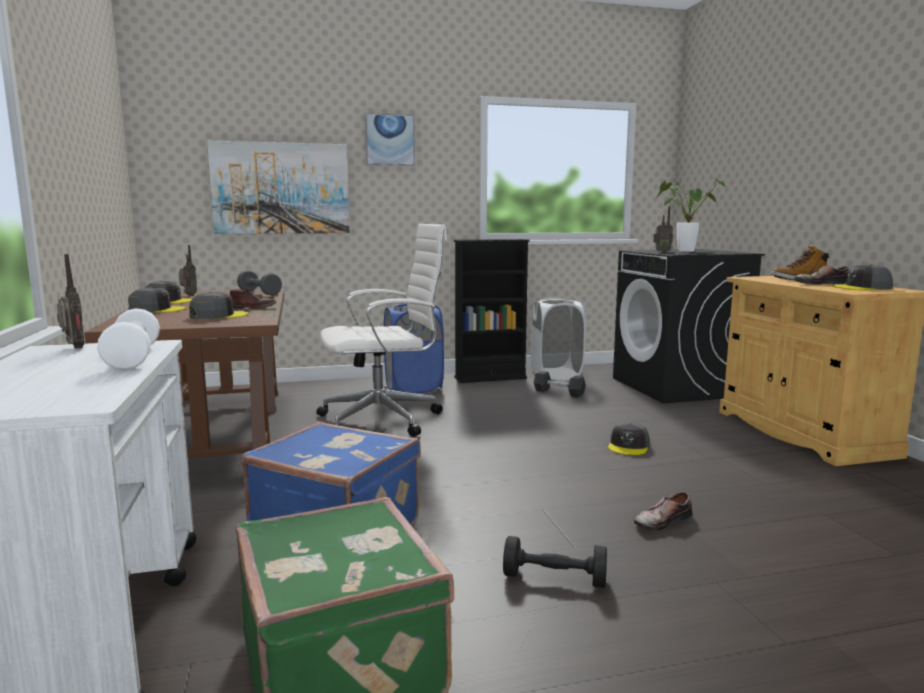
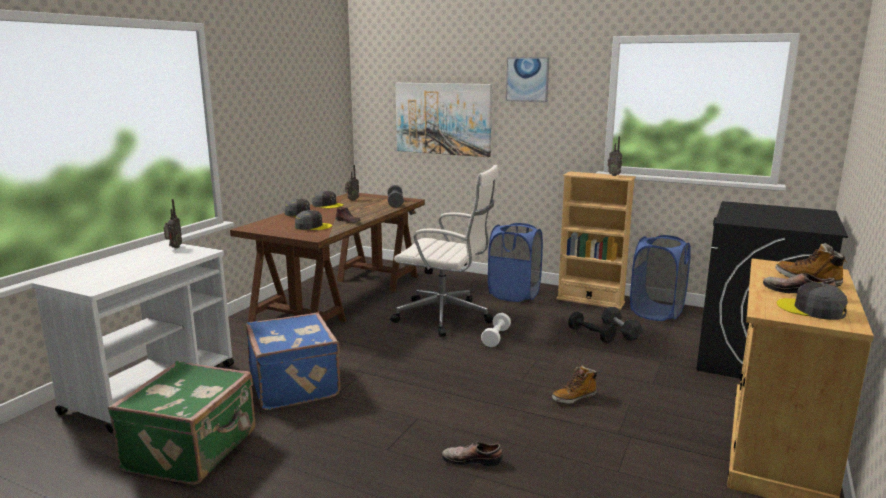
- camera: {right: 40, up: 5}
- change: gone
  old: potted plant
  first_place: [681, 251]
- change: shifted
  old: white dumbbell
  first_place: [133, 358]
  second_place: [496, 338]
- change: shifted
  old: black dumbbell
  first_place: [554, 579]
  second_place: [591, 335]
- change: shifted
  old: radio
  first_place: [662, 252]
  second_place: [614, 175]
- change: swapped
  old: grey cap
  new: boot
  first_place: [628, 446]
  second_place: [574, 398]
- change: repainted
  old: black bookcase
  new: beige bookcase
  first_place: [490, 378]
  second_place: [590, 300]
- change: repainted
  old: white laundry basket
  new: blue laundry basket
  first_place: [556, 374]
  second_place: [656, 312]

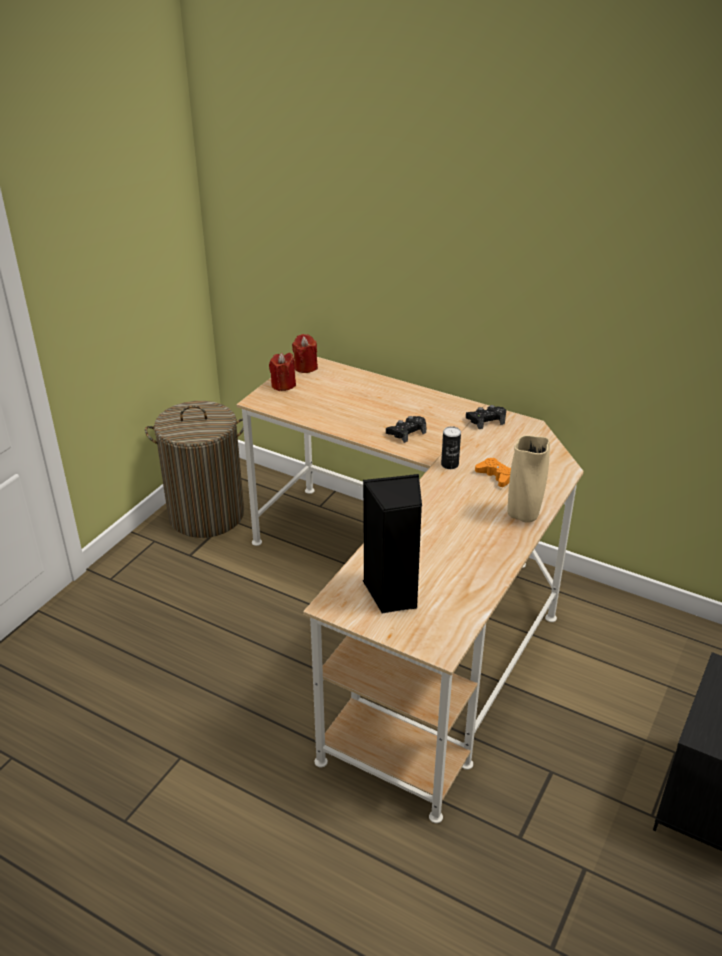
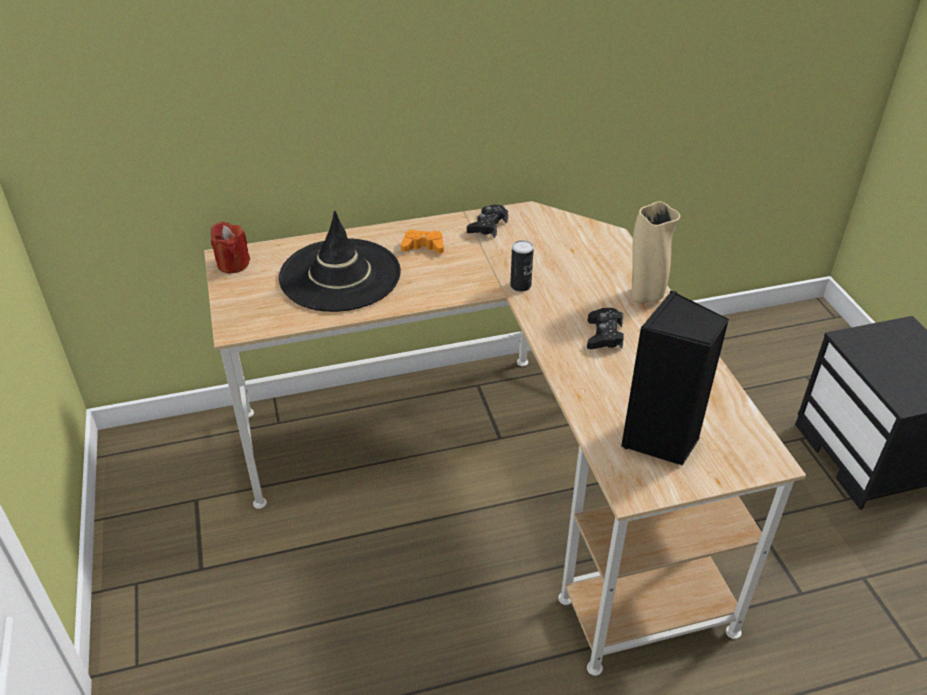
- camera: {right: -45, up: 5}
- change: gone
  old: laundry basket
  first_place: [206, 514]
- change: gone
  old: red candle
  first_place: [283, 385]
- change: new
  new: black hat
  second_place: [340, 275]
- change: shifted
  old: black game controller
  first_place: [406, 432]
  second_place: [604, 335]
- change: shifted
  old: orange game controller
  first_place: [495, 476]
  second_place: [423, 247]

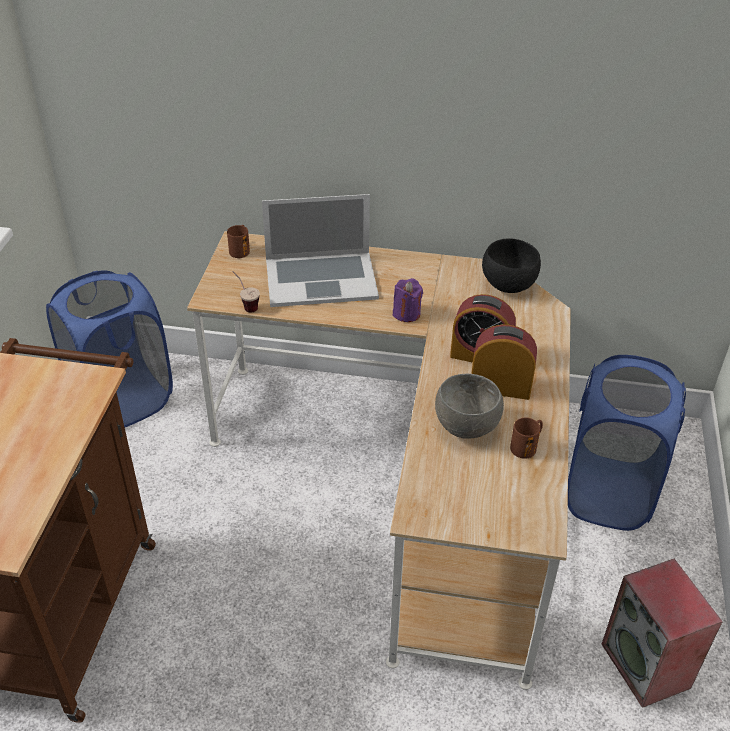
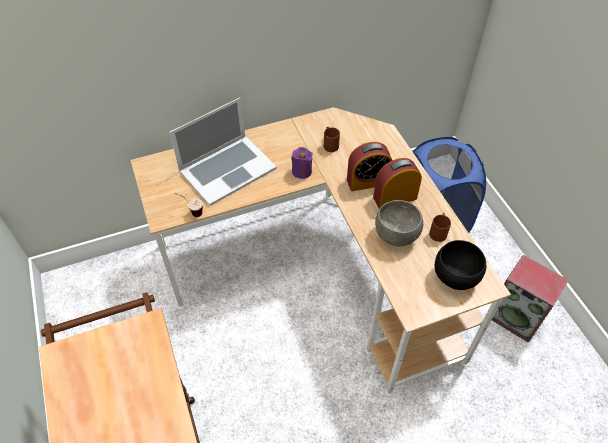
- camera: {right: -30, up: 10}
- change: gone
  old: blue laundry basket
  first_place: [122, 400]
- change: shifted
  old: brown mug
  first_place: [240, 249]
  second_place: [329, 144]
- change: shifted
  old: black bowl
  first_place: [508, 286]
  second_place: [456, 278]

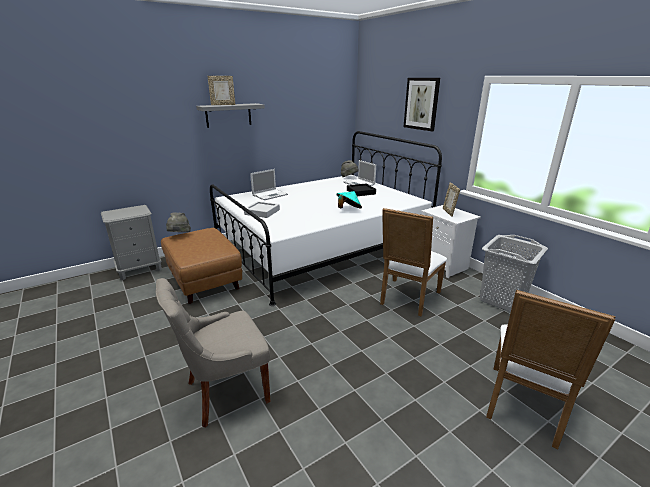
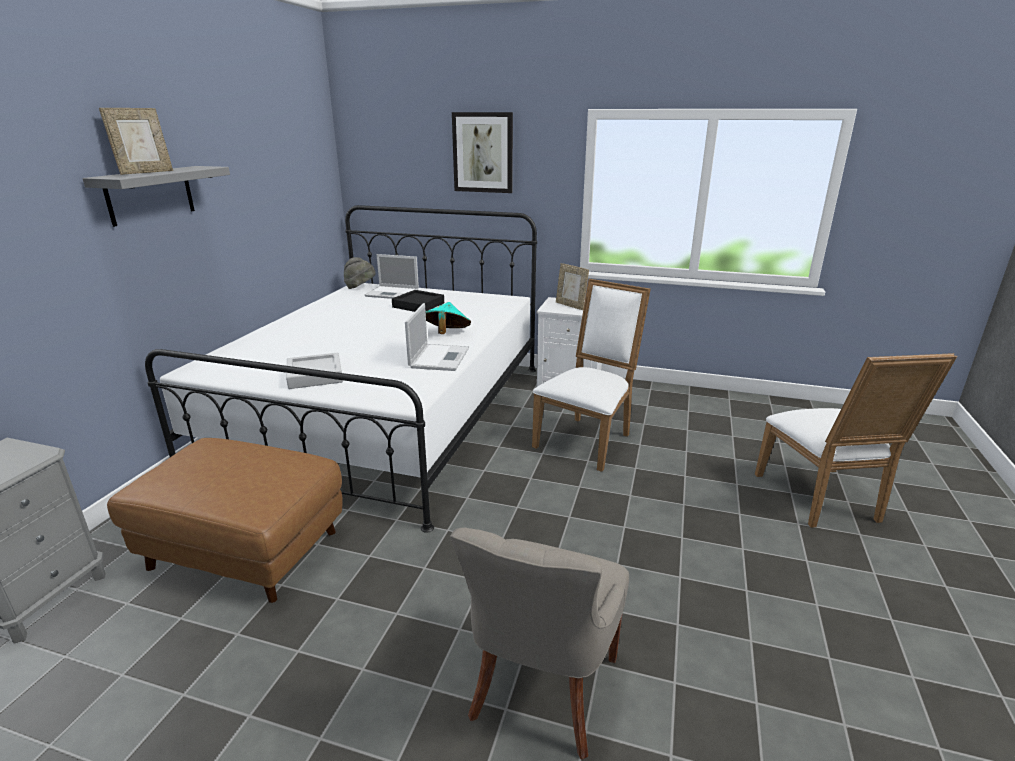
- camera: {right: -40, up: 0}
- change: gone
  old: grey hat
  first_place: [179, 235]
- change: gone
  old: grey laundry basket
  first_place: [503, 300]
- change: shifted
  old: laptop
  first_place: [270, 194]
  second_place: [439, 357]
- change: rotated
  old: white chair
  first_place: [407, 299]
  second_place: [587, 439]
  degrees: -135

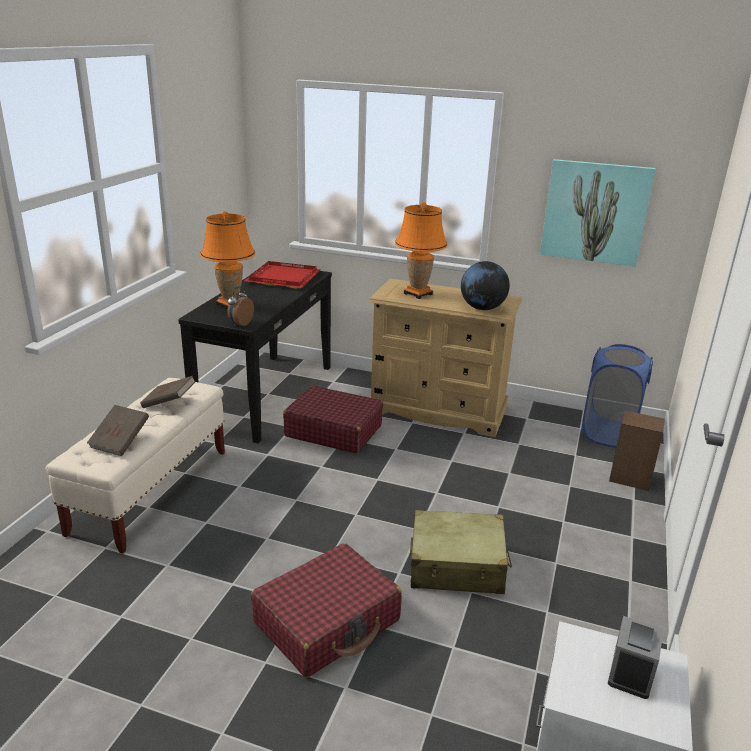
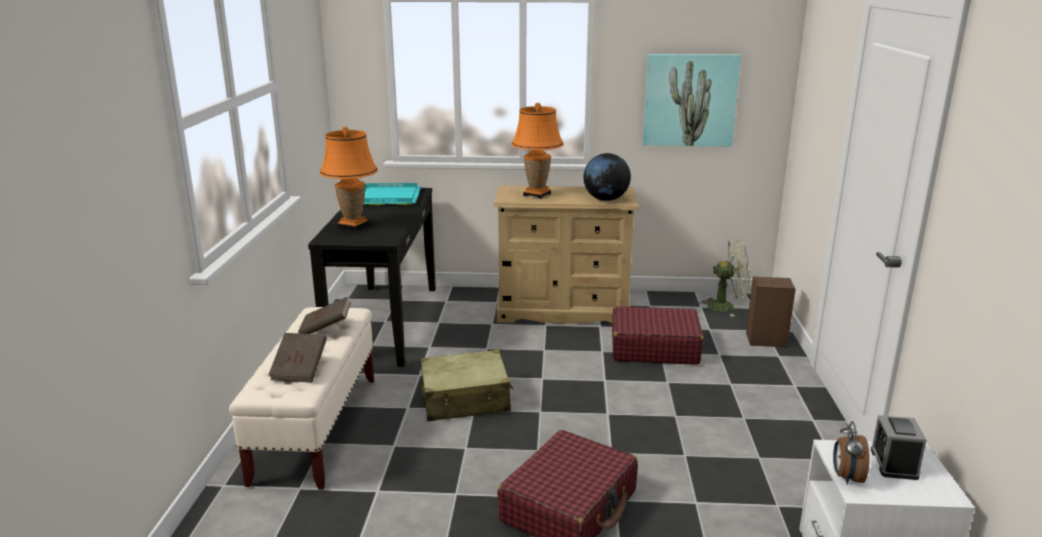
- camera: {right: -15, up: -5}
- change: shifted
  old: alarm clock
  first_place: [240, 323]
  second_place: [846, 477]
- change: shifted
  old: red suitcase
  first_place: [333, 431]
  second_place: [654, 348]
- change: shifted
  old: beige suitcase
  first_place: [457, 566]
  second_place: [465, 399]
- change: swapped
  old: blue laundry basket
  new: green fan
  first_place: [608, 433]
  second_place: [727, 307]
- change: repainted
  old: red tray
  new: turquoise tray
  first_place: [282, 277]
  second_place: [386, 197]

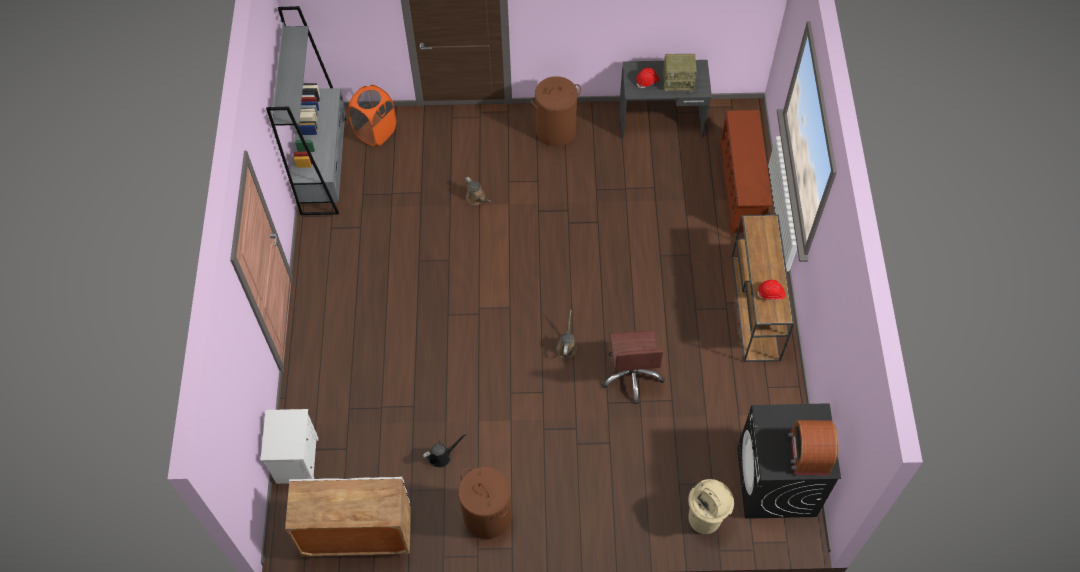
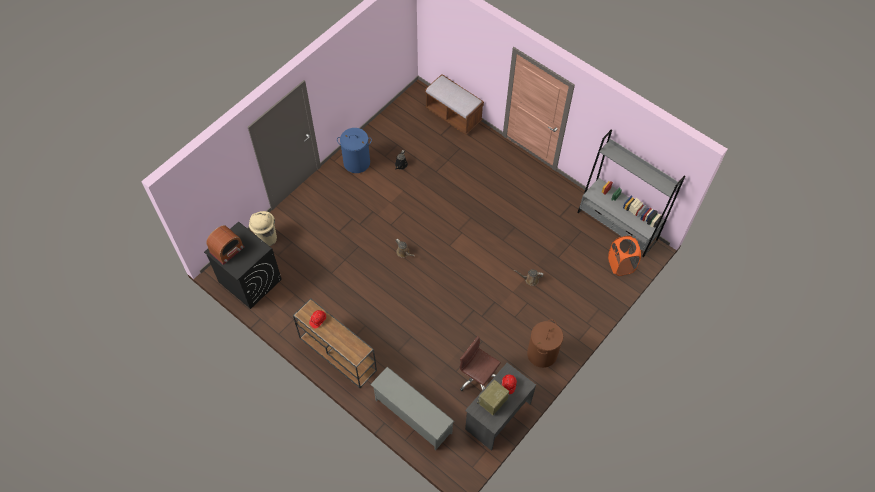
- camera: {right: 130, up: 0}
- change: gone
  old: white cabinet
  first_place: [357, 535]
- change: shifted
  old: brown office chair
  first_place: [632, 375]
  second_place: [477, 378]
- change: swapped
  old: white nightstand
  new: brown bench
  first_place: [296, 460]
  second_place: [453, 115]
- change: repainted
  old: brown laundry basket
  new: blue laundry basket
  first_place: [487, 516]
  second_place: [357, 162]
- change: repainted
  old: brown shoe rack
  new: grey shoe rack
  first_place: [741, 188]
  second_place: [412, 416]
- change: rotated
  old: radio
  first_place: [809, 453]
  second_place: [227, 250]
  degrees: 90

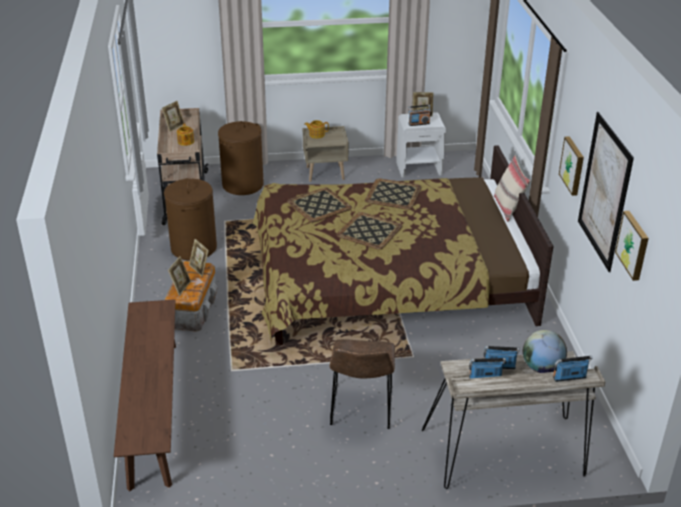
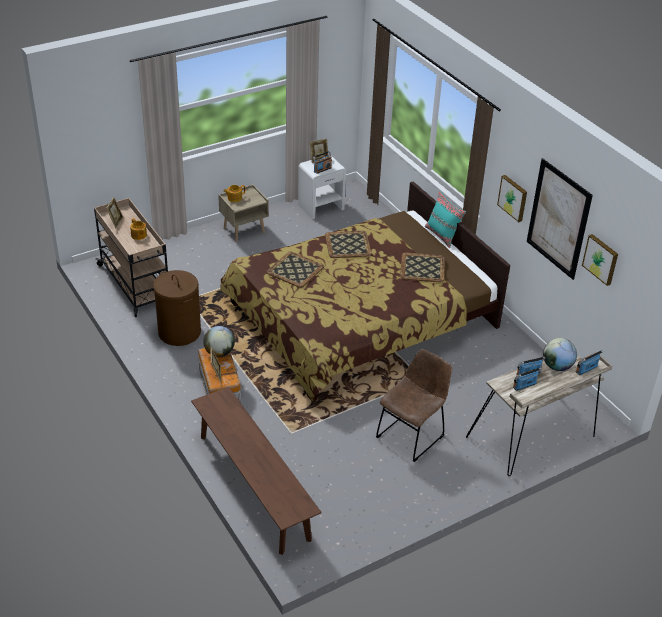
- camera: {right: -25, up: 5}
- change: gone
  old: brown laundry basket
  first_place: [243, 185]
- change: shifted
  old: tray
  first_place: [369, 231]
  second_place: [423, 268]
- change: swapped
  old: picture frame
  new: globe
  first_place: [199, 269]
  second_place: [219, 353]
- change: repainted
  old: beige pillow
  new: turquoise pillow
  first_place: [508, 208]
  second_place: [442, 235]
- change: rotated
  old: brown chair
  first_place: [361, 410]
  second_place: [412, 435]
  degrees: -120

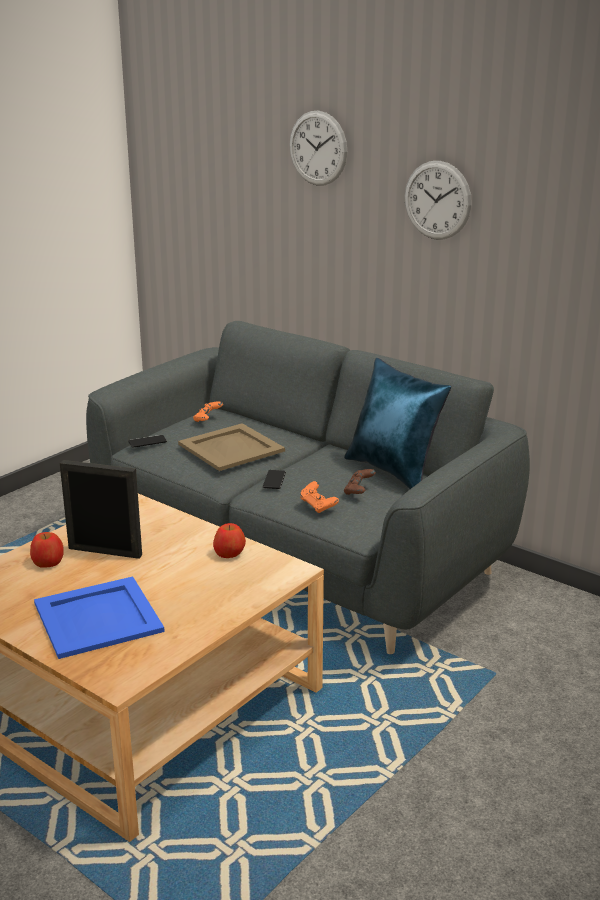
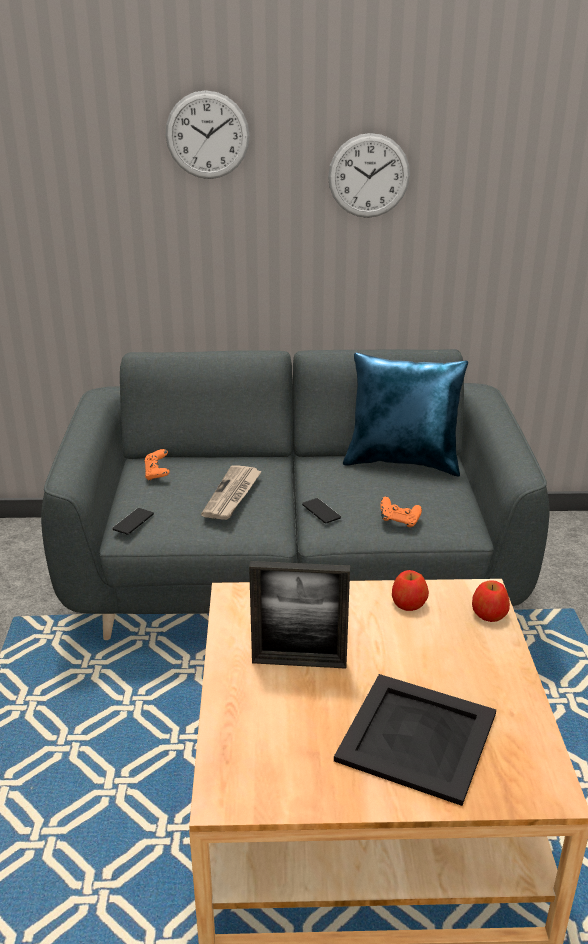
- camera: {right: -40, up: 5}
- change: gone
  old: brown game controller
  first_place: [359, 491]
- change: shifted
  old: apple
  first_place: [48, 562]
  second_place: [489, 613]
- change: swapped
  old: beige tray
  new: newspaper
  first_place: [231, 448]
  second_place: [232, 495]
- change: repainted
  old: blue tray
  new: black tray
  first_place: [97, 618]
  second_place: [417, 738]
- change: rotated
  old: picture frame
  first_place: [105, 551]
  second_place: [299, 662]
  degrees: -150

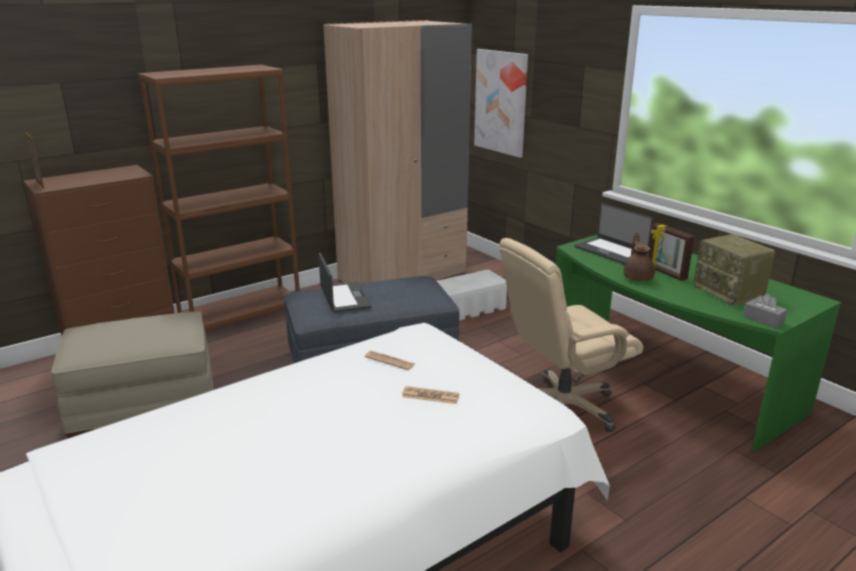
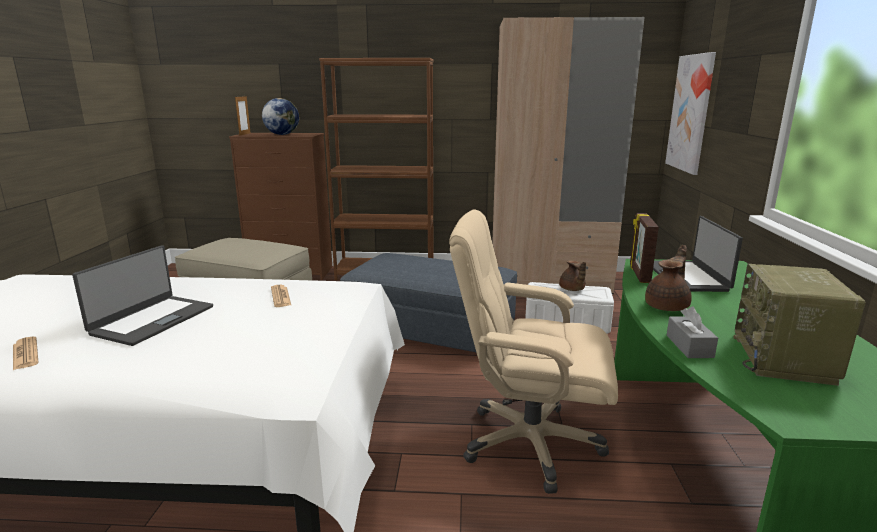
- camera: {right: 40, up: -5}
- change: new
  new: globe
  second_place: [282, 134]
- change: new
  new: brown teapot
  second_place: [572, 289]
- change: shifted
  old: laptop
  first_place: [344, 298]
  second_place: [152, 320]
- change: shifted
  old: newspaper
  first_place: [430, 396]
  second_place: [25, 354]
- change: shifted
  old: picture frame
  first_place: [665, 273]
  second_place: [638, 274]
- change: shifted
  old: grey tissue box
  first_place: [763, 319]
  second_place: [689, 346]

